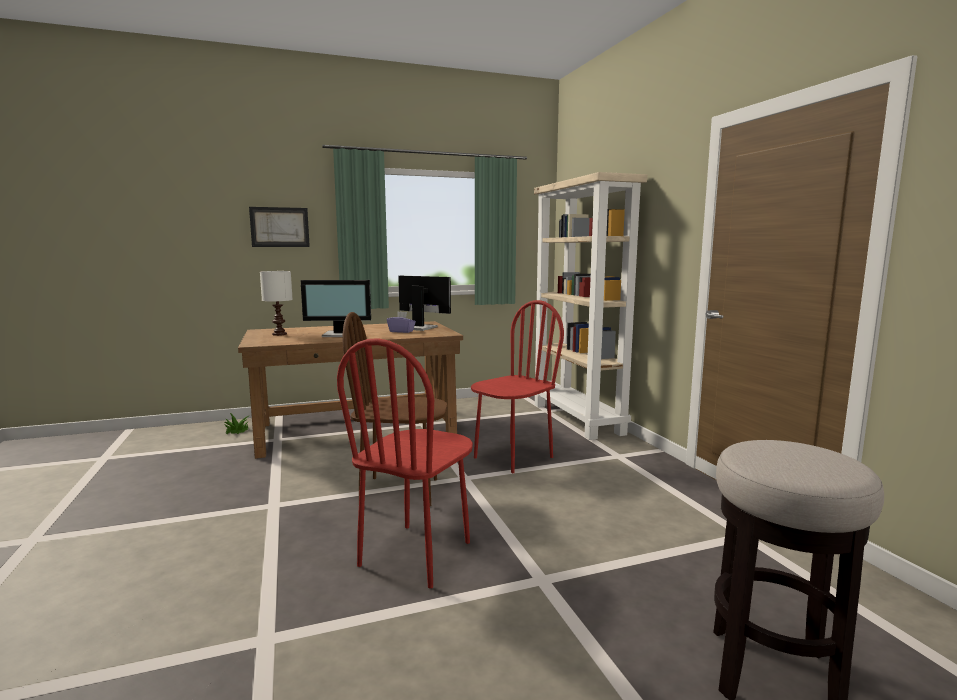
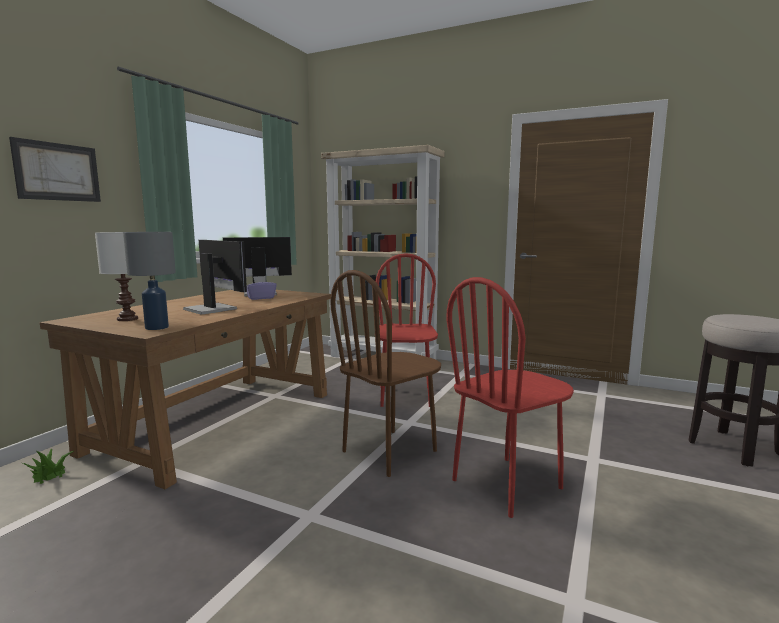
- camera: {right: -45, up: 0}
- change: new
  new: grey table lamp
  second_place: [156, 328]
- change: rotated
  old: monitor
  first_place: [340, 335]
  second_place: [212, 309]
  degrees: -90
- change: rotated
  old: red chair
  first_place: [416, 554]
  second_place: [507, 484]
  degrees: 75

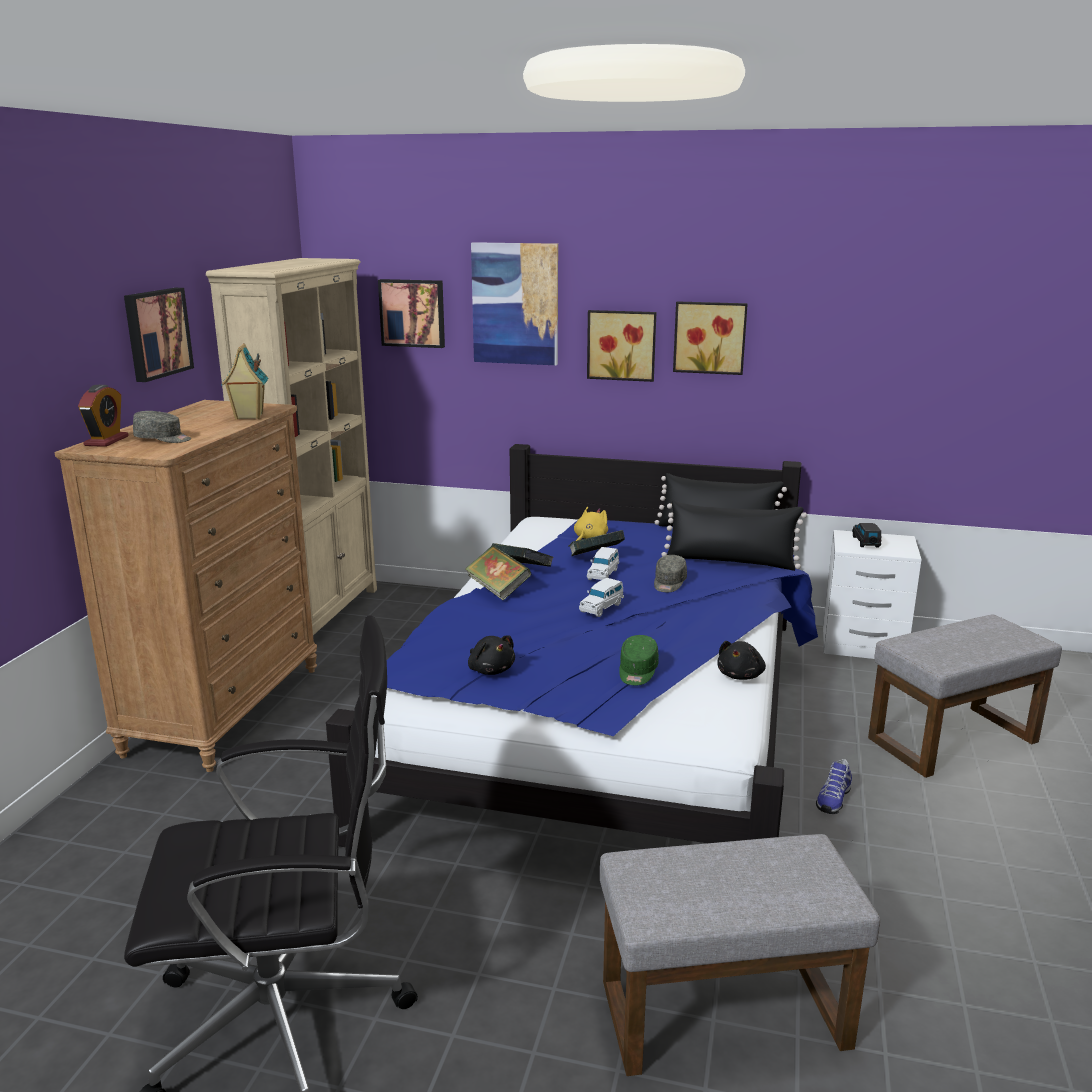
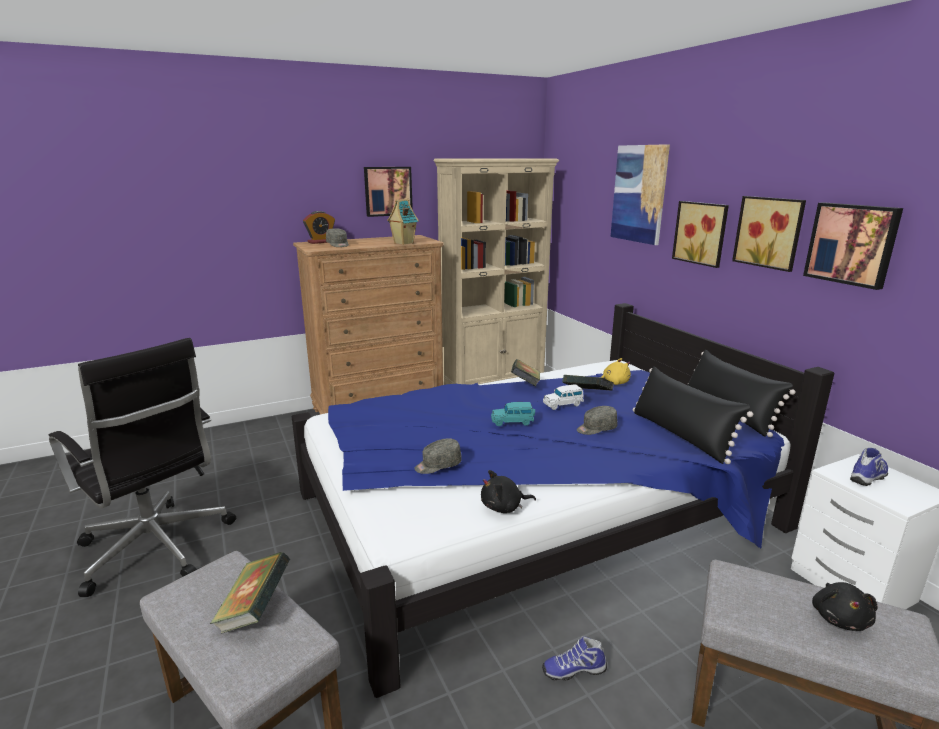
- camera: {right: 50, up: 0}
- change: shifted
  old: picture
  first_place: [413, 313]
  second_place: [852, 244]
- change: shifted
  old: book
  first_place: [498, 589]
  second_place: [255, 610]
- change: shifted
  old: black plush toy
  first_place: [490, 670]
  second_place: [839, 618]
- change: swapped
  old: black toy car
  new: shoe
  first_place: [865, 542]
  second_place: [869, 477]
- change: repainted
  old: white toy car
  new: turquoise toy car
  first_place: [602, 607]
  second_place: [513, 422]
- change: repainted
  old: green cap
  new: grey cap
  first_place: [637, 671]
  second_place: [438, 465]

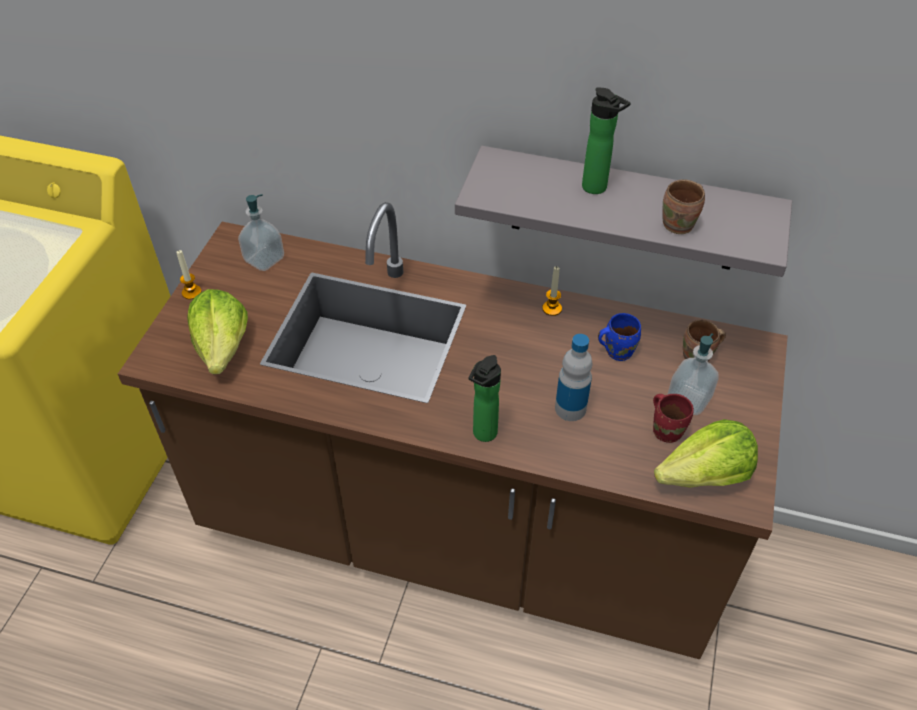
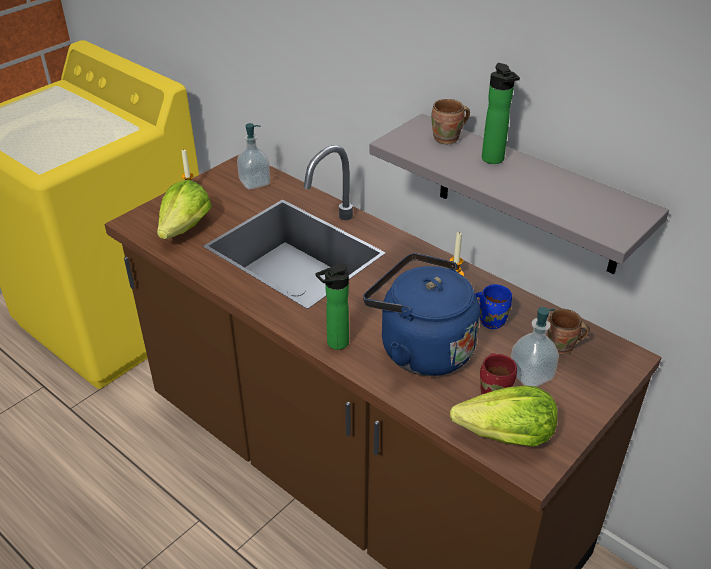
- camera: {right: 25, up: -10}
- change: shifted
  old: brown mug
  first_place: [680, 225]
  second_place: [448, 139]
- change: swapped
  old: bottle
  new: blue kettle
  first_place: [570, 408]
  second_place: [420, 348]

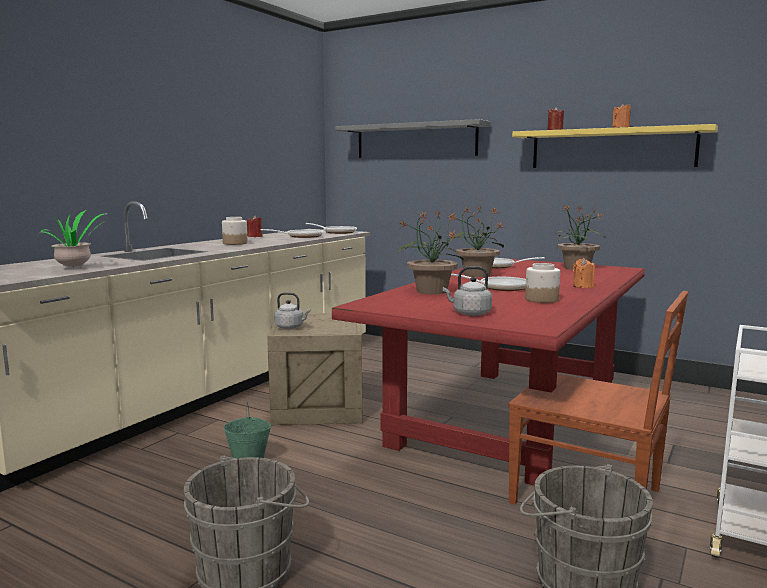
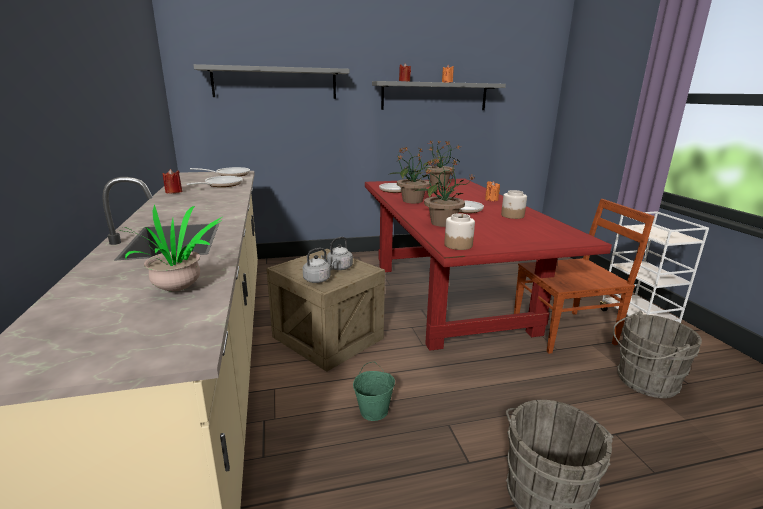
- camera: {right: -45, up: 10}
- change: shifted
  old: jar
  first_place: [235, 243]
  second_place: [458, 245]
- change: shifted
  old: grey kettle
  first_place: [469, 313]
  second_place: [338, 268]
- change: repainted
  old: yellow shelf
  new: grey shelf
  first_place: [611, 148]
  second_place: [434, 96]

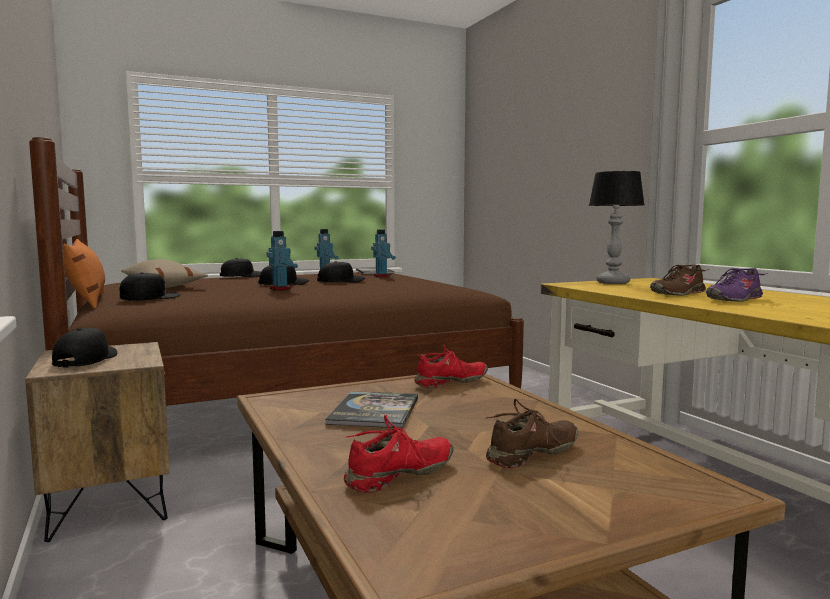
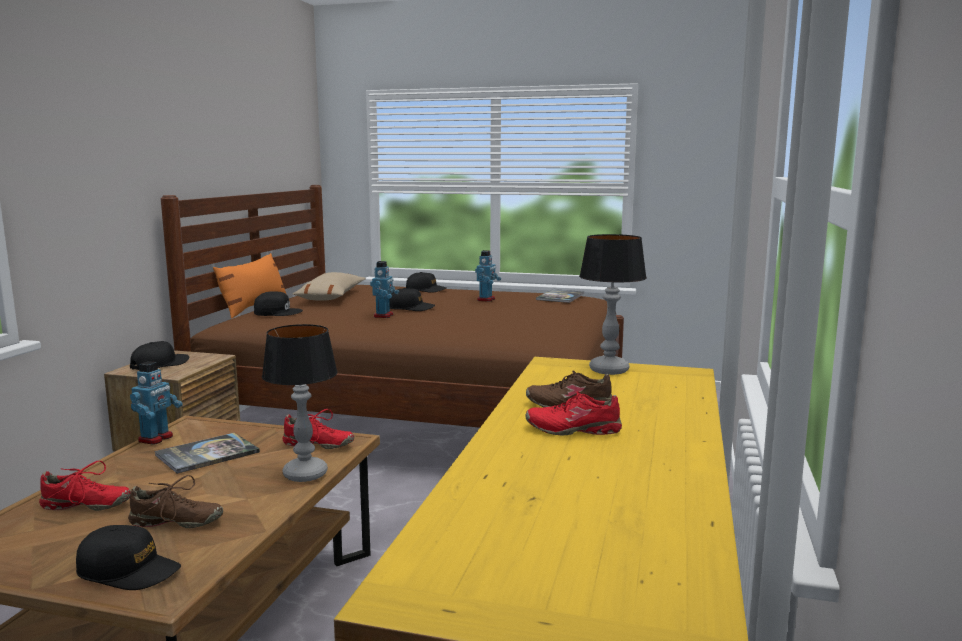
- camera: {right: 40, up: 5}
- change: new
  new: table lamp
  second_place: [305, 474]
- change: shifted
  old: black cap
  first_place: [341, 281]
  second_place: [129, 571]
- change: shifted
  old: toy robot
  first_place: [382, 276]
  second_place: [156, 439]
- change: repainted
  old: purple shoe
  new: red shoe
  first_place: [734, 299]
  second_place: [573, 429]

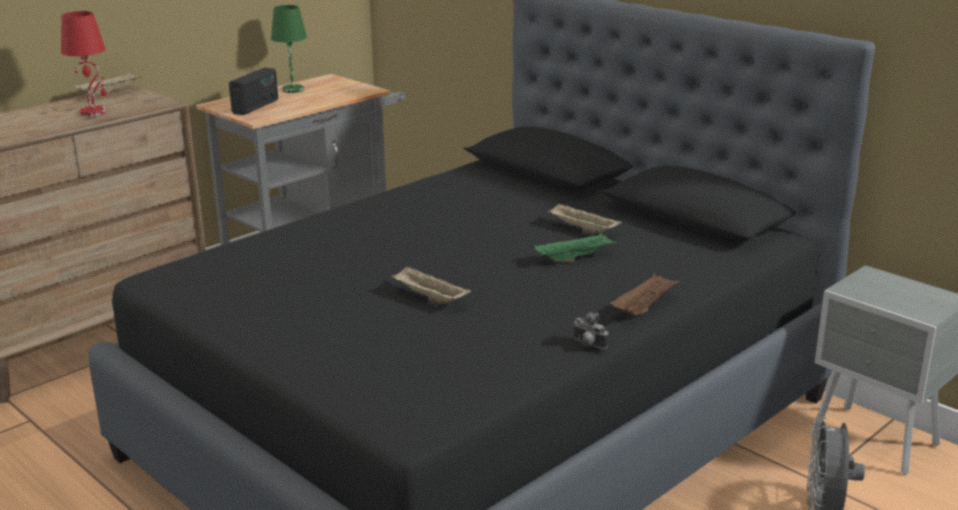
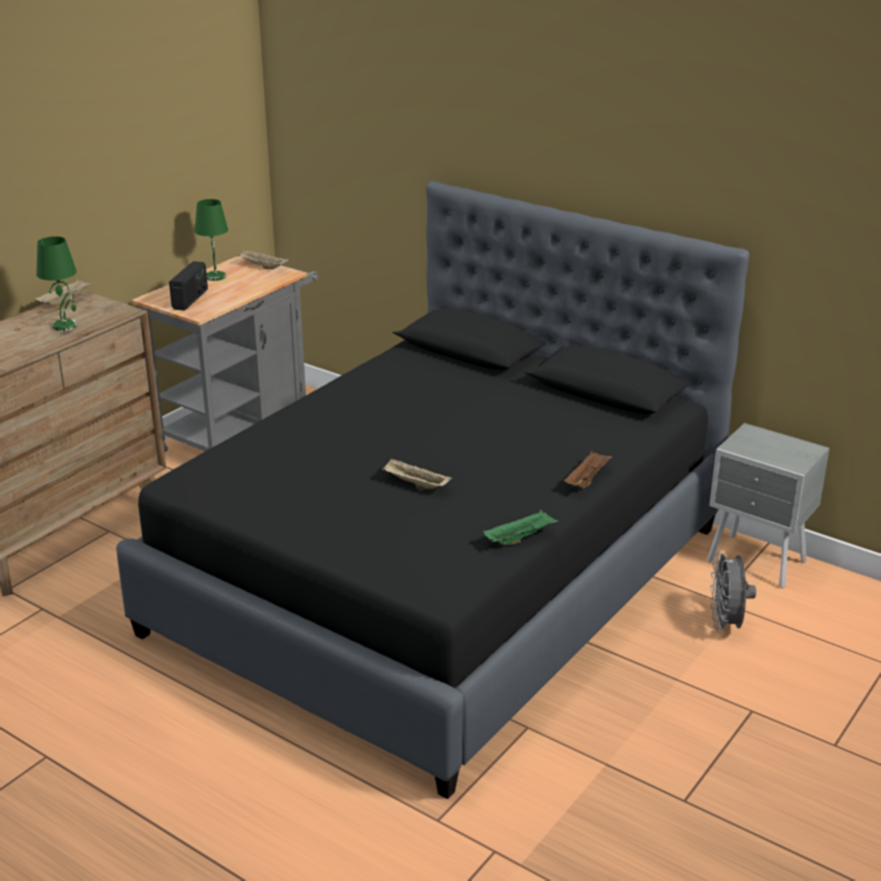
- camera: {right: -10, up: 5}
- change: gone
  old: photo camera
  first_place: [588, 345]
- change: shifted
  old: green tray
  first_place: [575, 258]
  second_place: [520, 538]
- change: shifted
  old: beige tray
  first_place: [582, 229]
  second_place: [262, 267]
- change: repainted
  old: red table lamp
  new: green table lamp
  first_place: [93, 112]
  second_place: [65, 326]

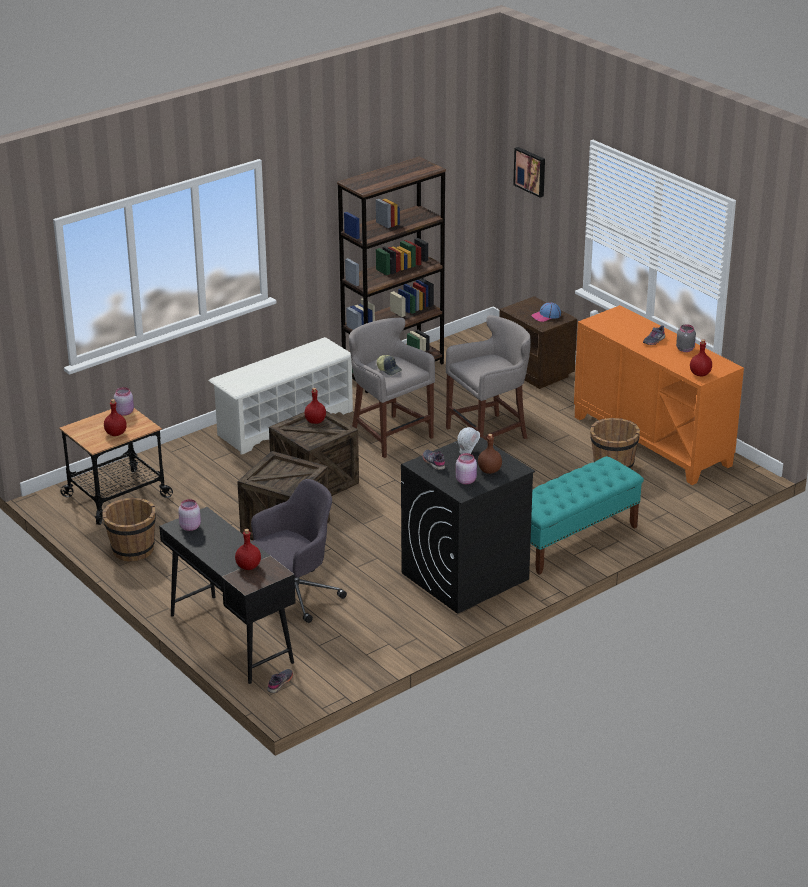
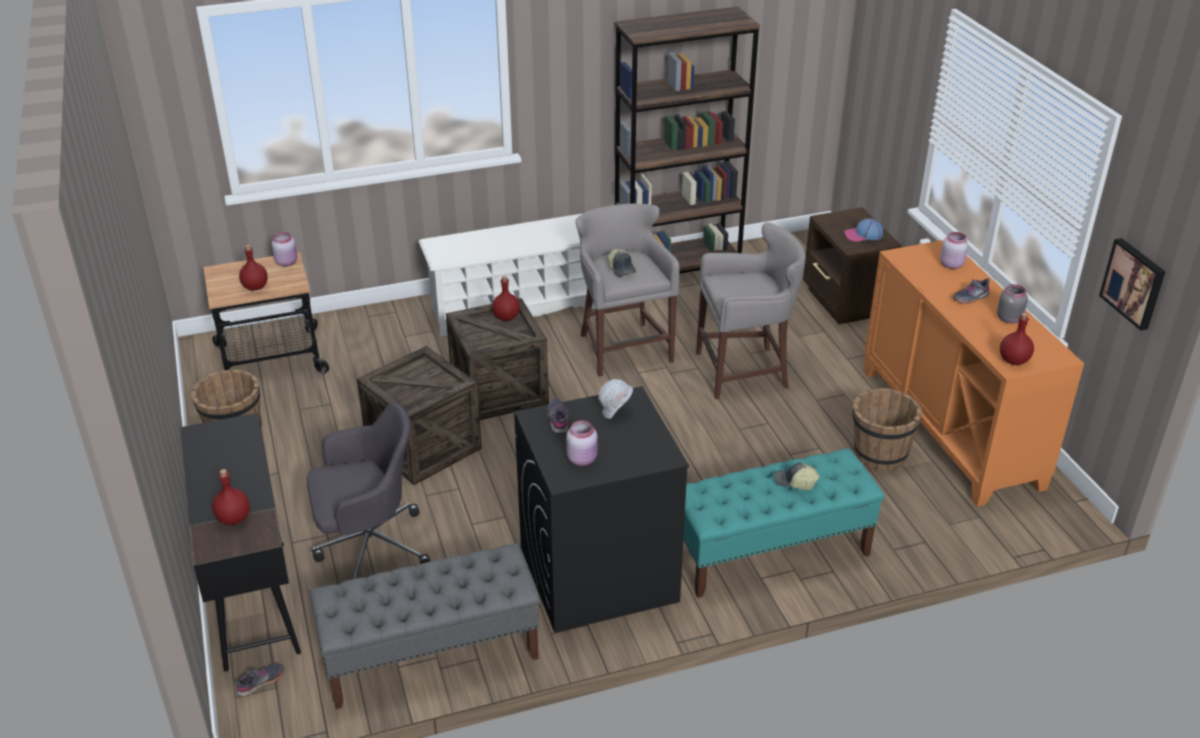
- camera: {right: 20, up: 5}
- change: gone
  old: brown bottle
  first_place: [489, 471]
- change: new
  new: grey bench
  second_place: [430, 656]
- change: new
  new: cap
  second_place: [795, 482]
- change: shifted
  old: pink jar
  first_place: [190, 526]
  second_place: [951, 264]
- change: shifted
  old: picture
  first_place: [530, 171]
  second_place: [1134, 283]

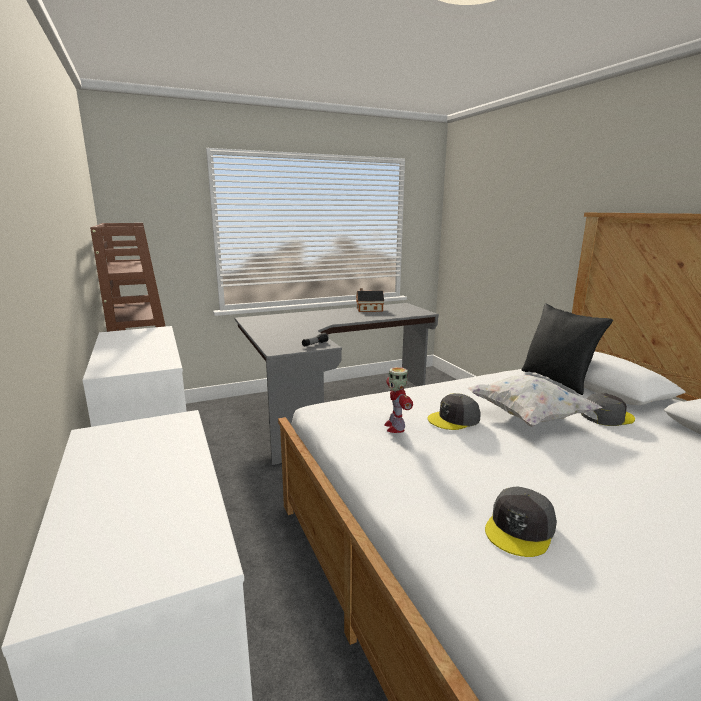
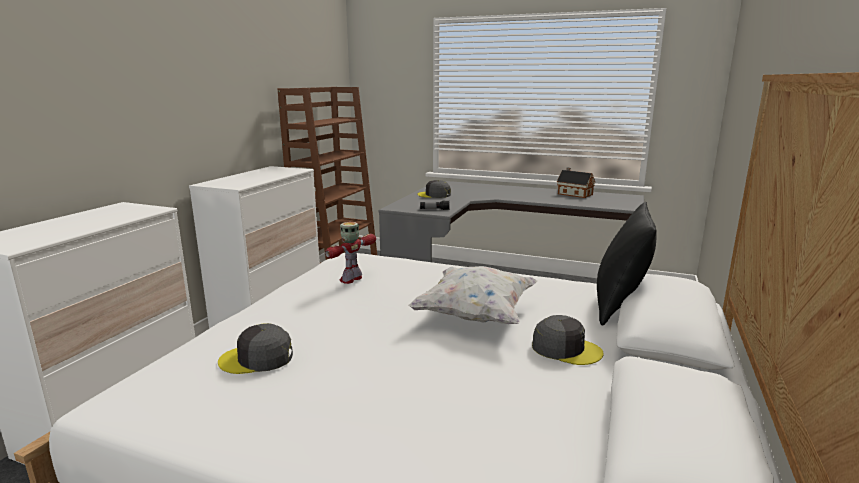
- camera: {right: 45, up: 0}
- change: shifted
  old: grey cap
  first_place: [454, 419]
  second_place: [434, 195]

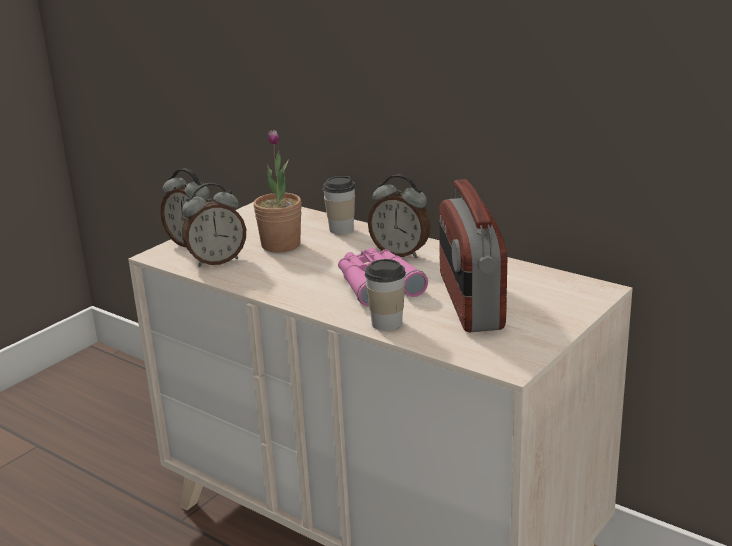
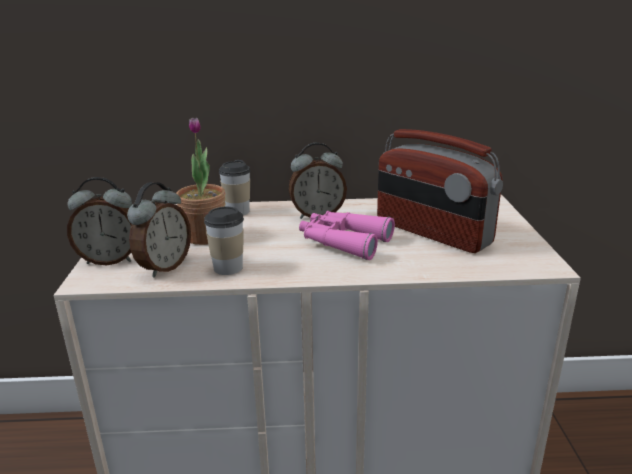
- camera: {right: -40, up: 0}
- change: shifted
  old: cup
  first_place: [387, 323]
  second_place: [228, 268]

